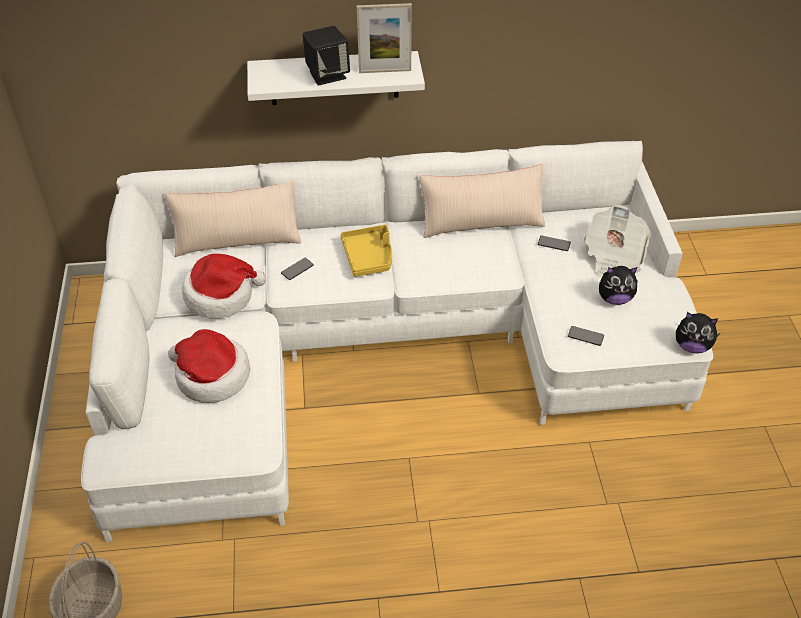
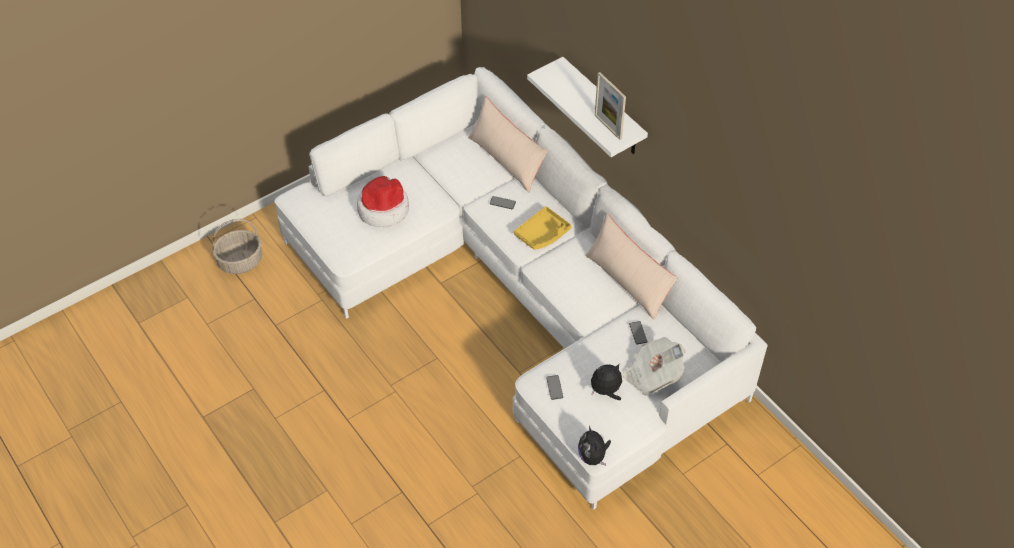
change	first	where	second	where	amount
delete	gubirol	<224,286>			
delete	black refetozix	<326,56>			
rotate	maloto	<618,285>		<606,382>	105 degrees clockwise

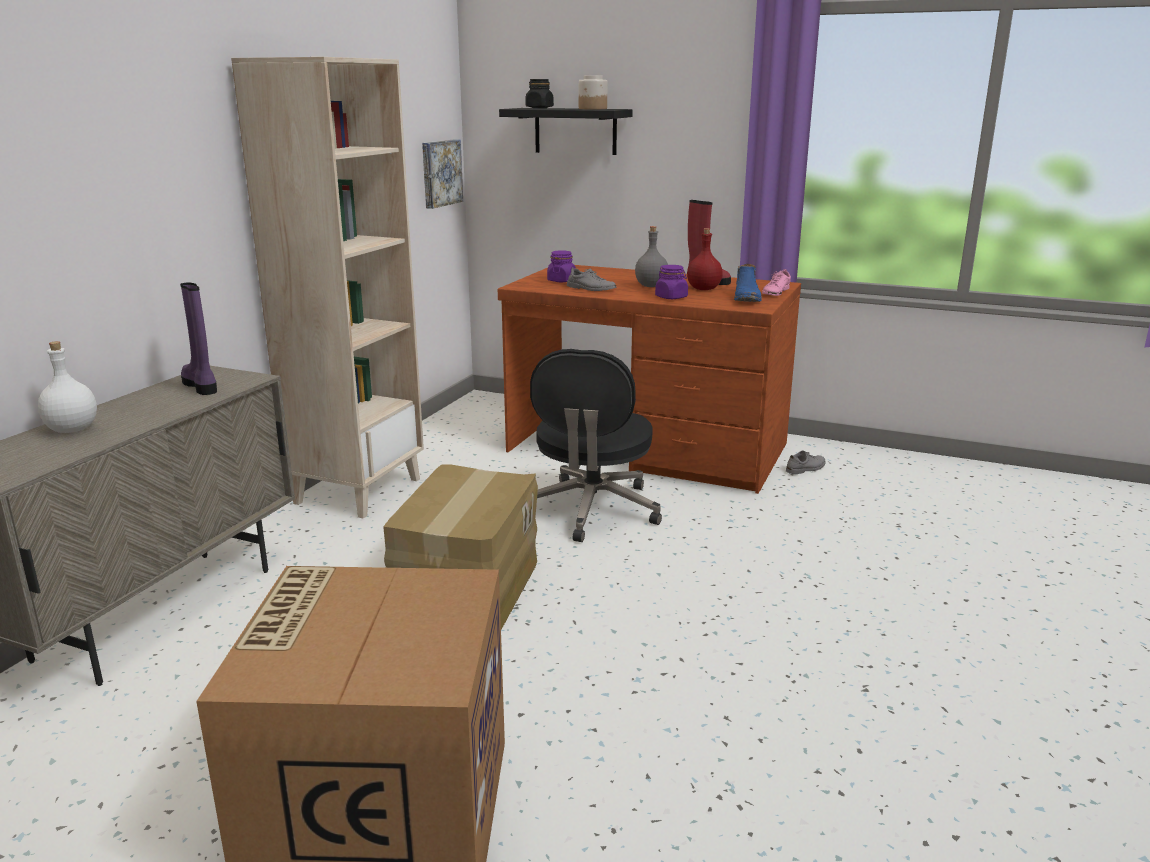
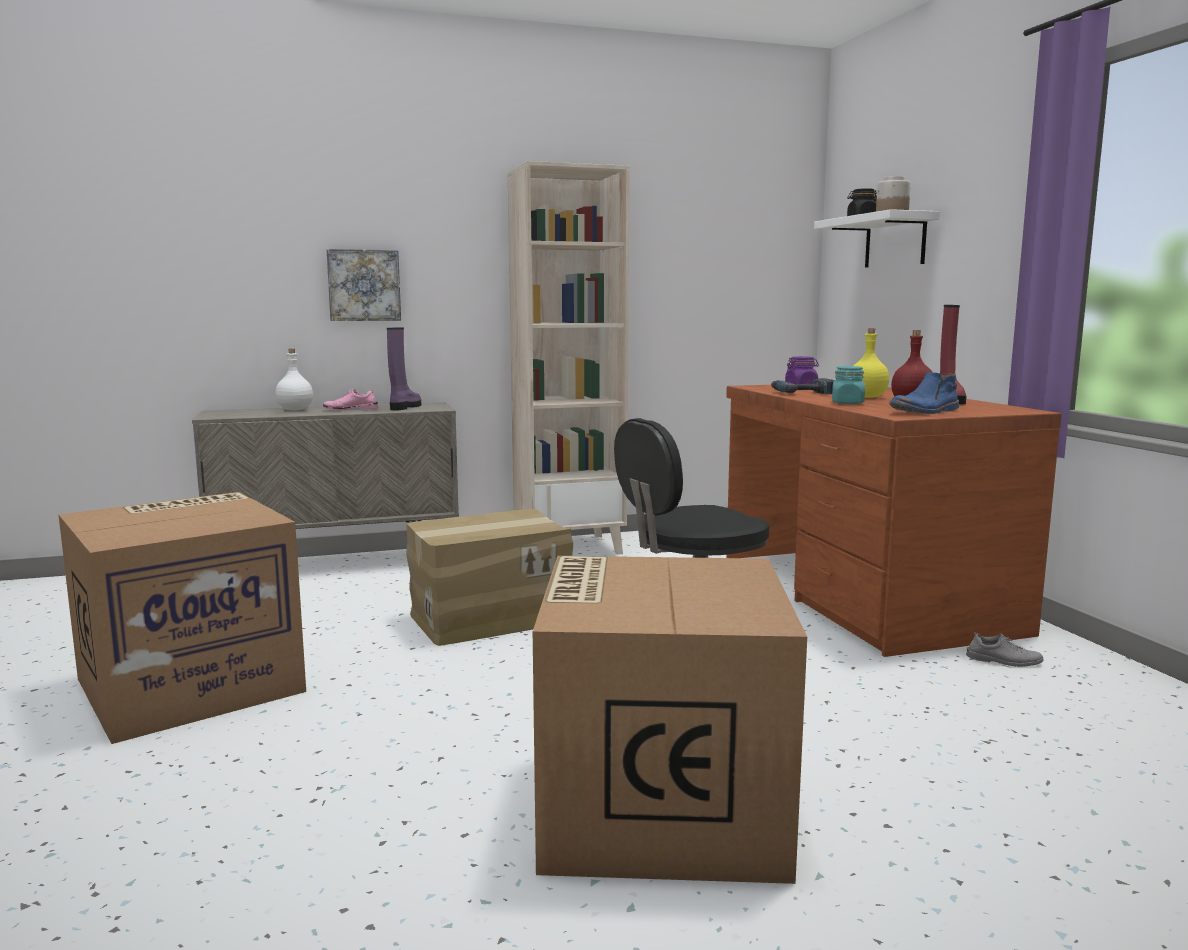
change	first	where	second	where	amount
insert			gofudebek	<670,720>	
move	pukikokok	<442,174>		<364,285>	
move	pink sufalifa	<776,282>		<350,399>	
replace	grey sufalifa	<591,279>	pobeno	<803,386>	
recolor	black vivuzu	<566,131>	white vivuzu	<877,238>	
recolor	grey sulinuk	<651,256>	yellow sulinuk	<871,363>	
recolor	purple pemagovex	<671,282>	turquoise pemagovex	<848,385>	

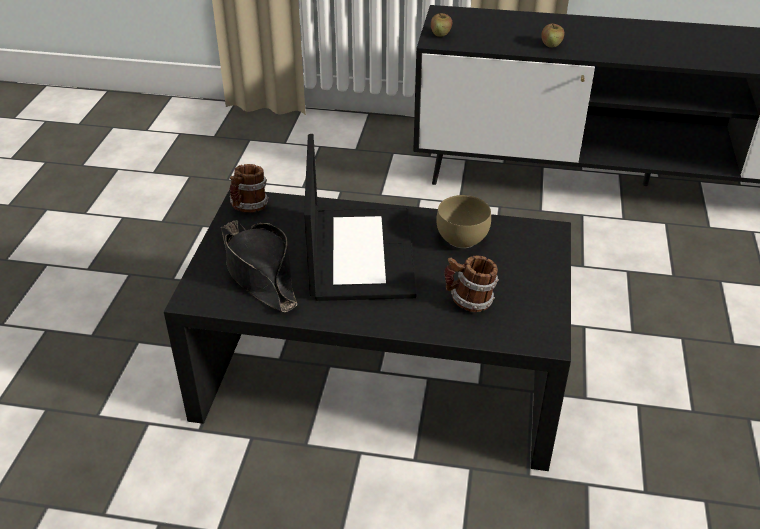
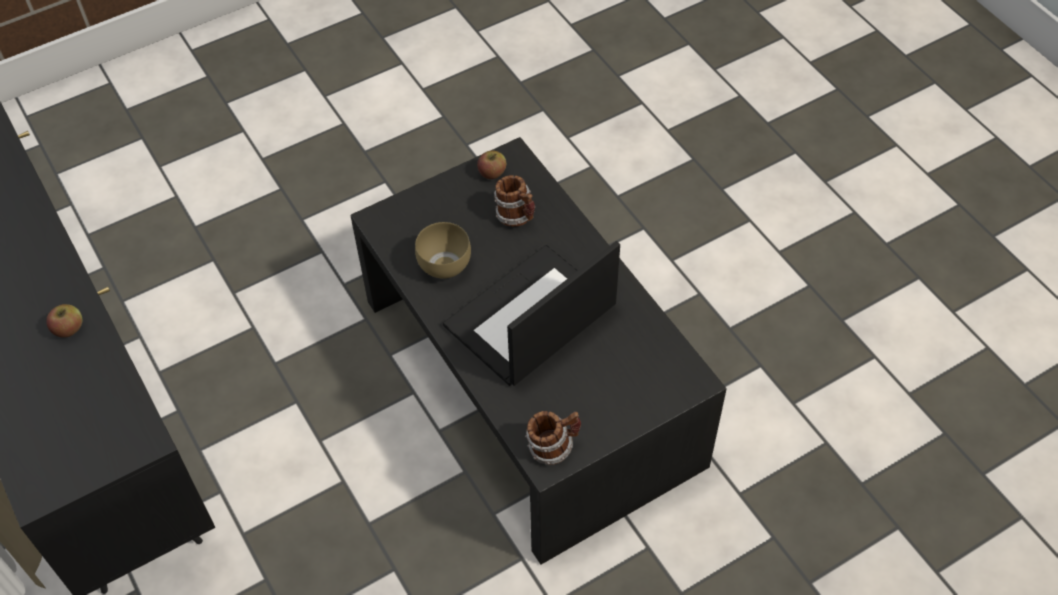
change	first	where	second	where	amount
delete	black gubirol	<259,266>			
move	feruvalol	<441,25>		<491,164>	

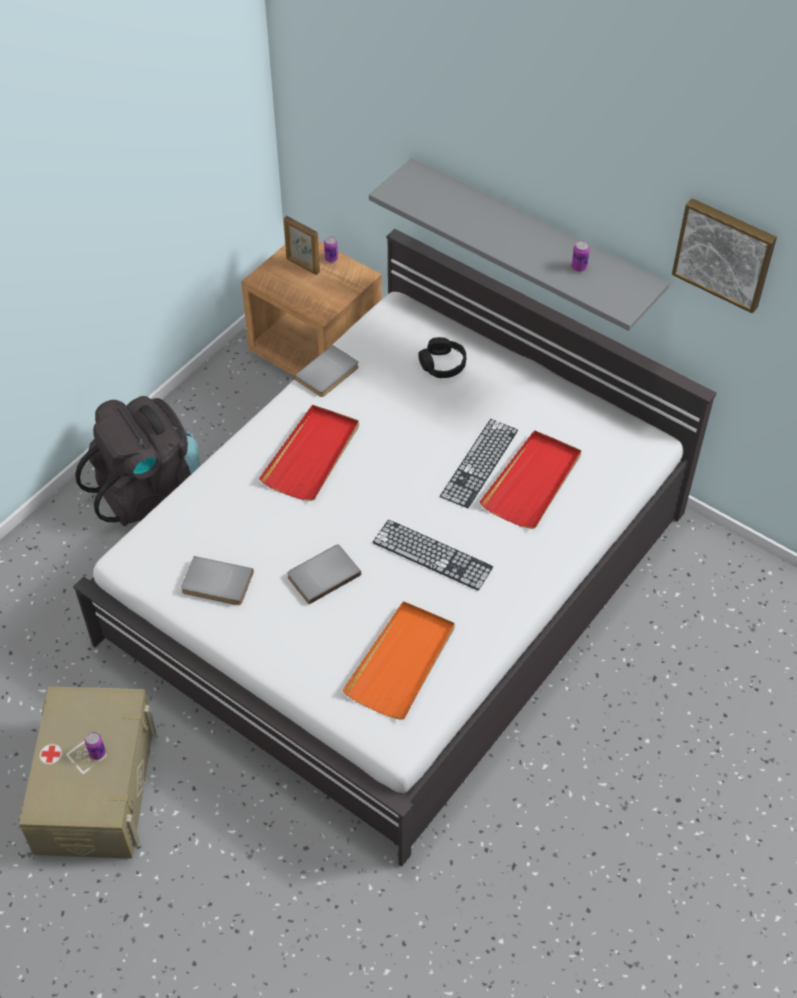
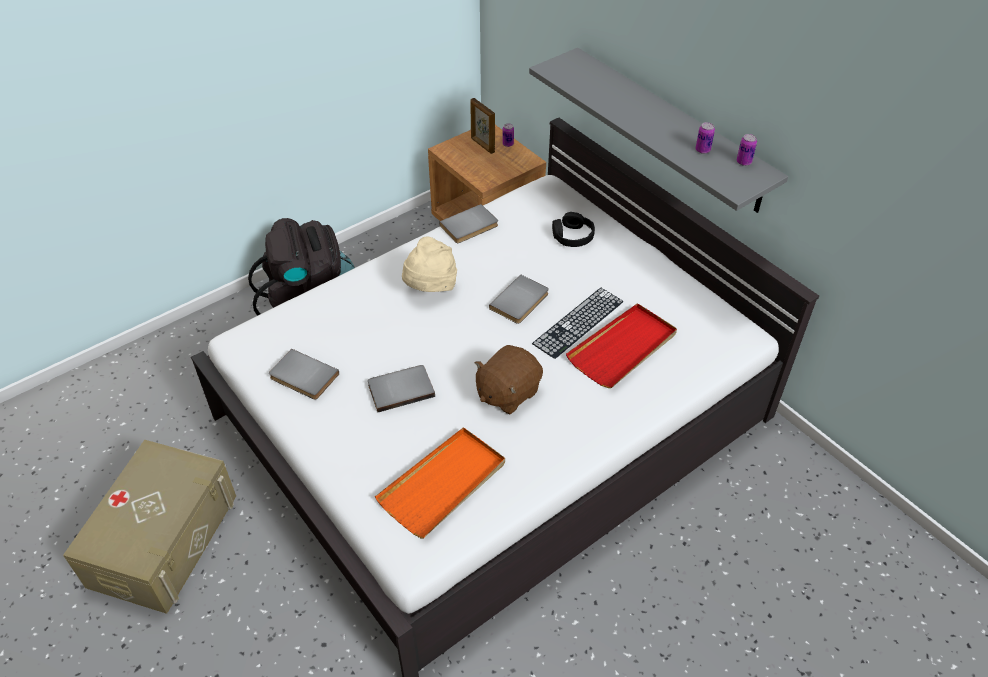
change	first	where	second	where	amount
delete	pukikokok	<724,255>			
insert			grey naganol	<519,299>	
move	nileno	<95,746>		<747,150>	
replace	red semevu	<309,453>	beige gubirol	<429,264>	
replace	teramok	<432,555>	brown maloto	<509,380>	

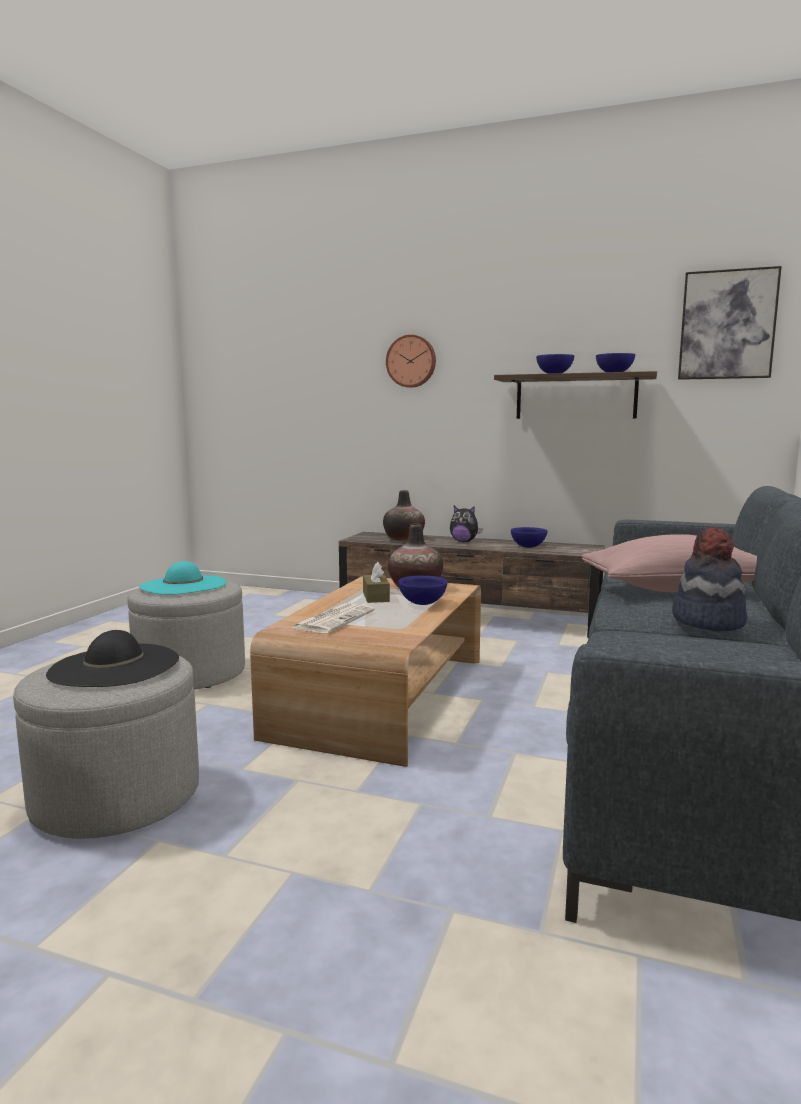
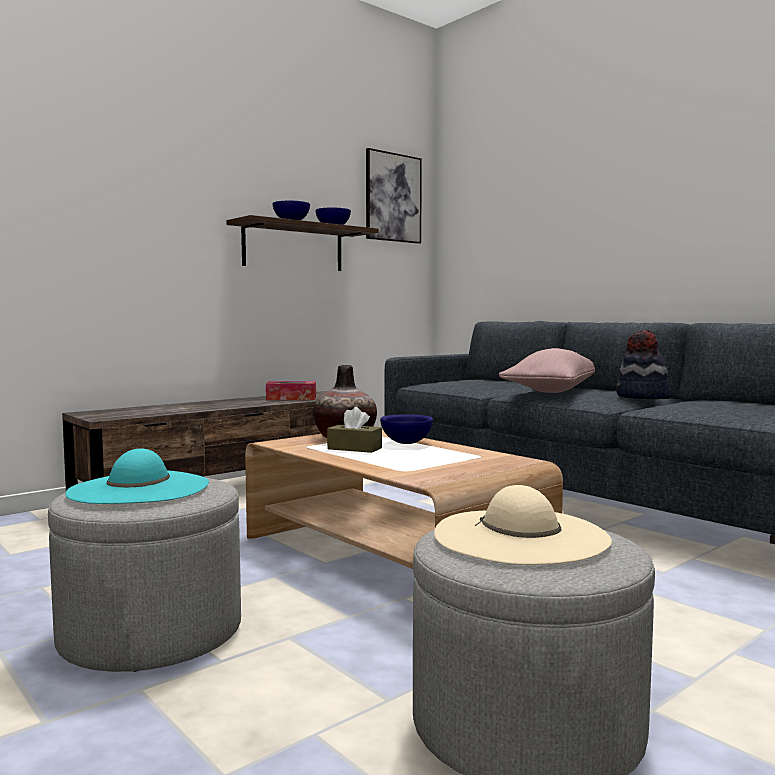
change	first	where	second	where	amount
delete	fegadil	<333,618>			
delete	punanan	<404,515>			
delete	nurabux	<411,361>			
delete	maloto	<466,524>			
replace	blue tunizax	<529,537>	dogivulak	<291,390>	
recolor	black gubirol	<112,658>	beige gubirol	<523,525>	

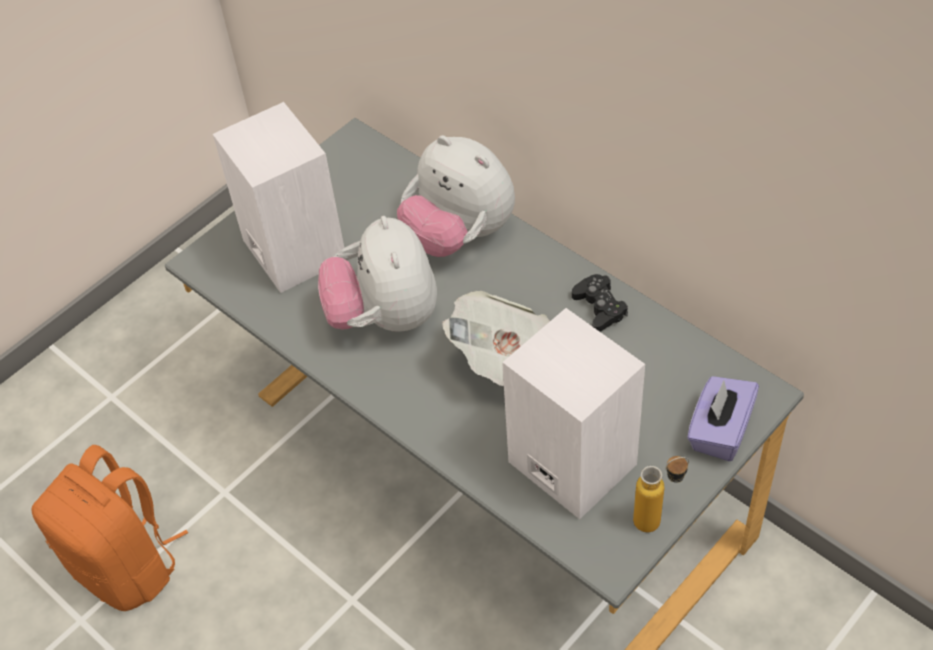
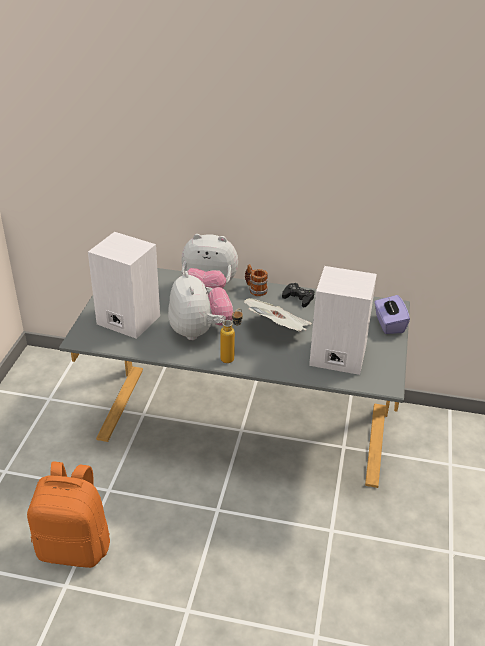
change	first	where	second	where	amount
insert			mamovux	<256,280>	
move	sulinuk	<661,494>		<231,336>	
rotate	maloto	<377,274>		<200,305>	150 degrees counterclockwise

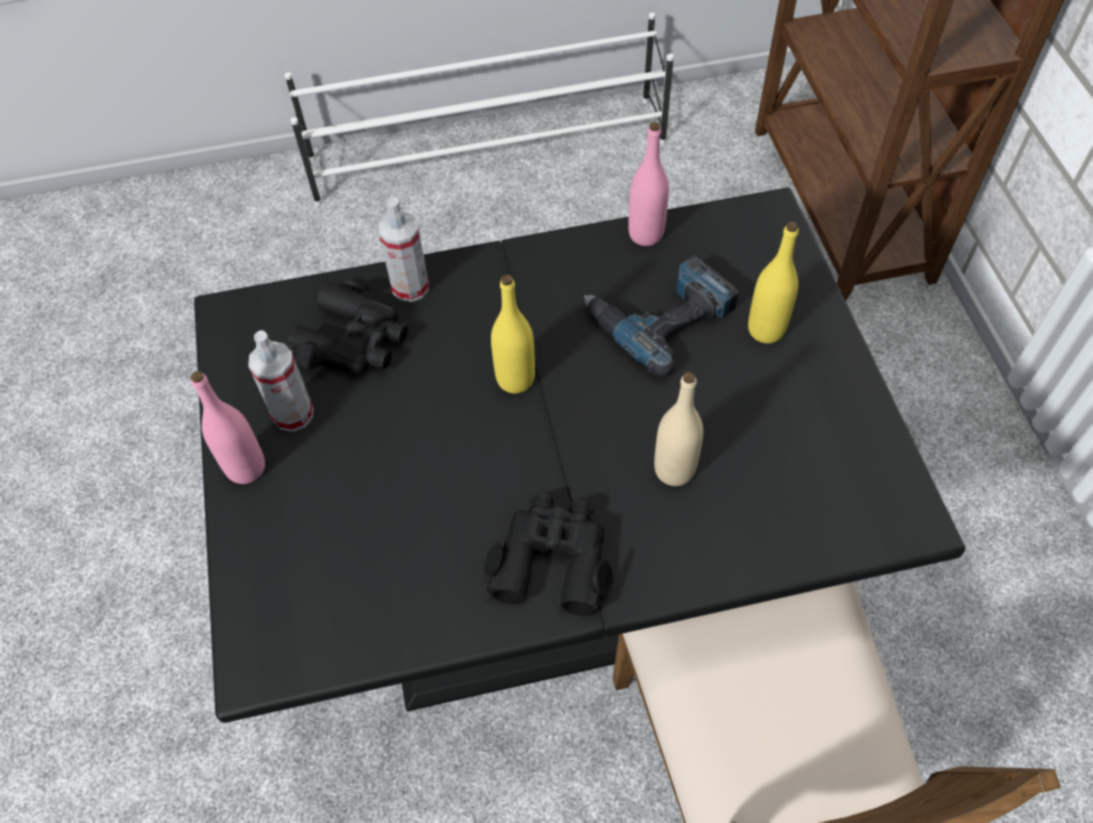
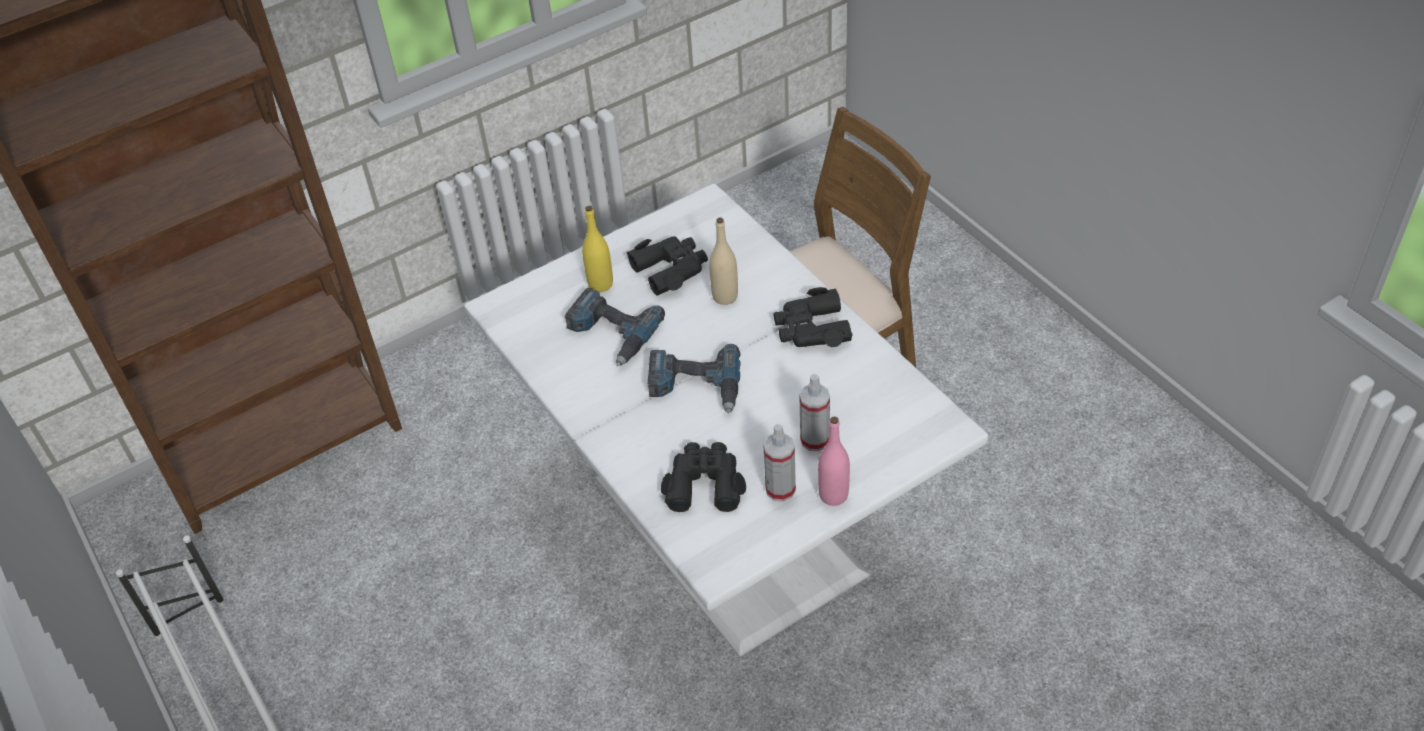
change	first	where	second	where	amount
delete	pink sulinuk	<648,184>			
insert			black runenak	<667,266>	
move	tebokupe	<403,249>		<814,412>	
replace	yellow sulinuk	<513,334>	pobeno	<694,378>	
recolor	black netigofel	<579,455>	white netigofel	<727,420>	

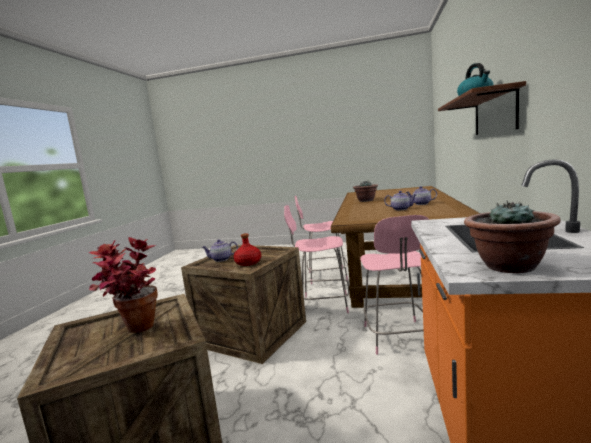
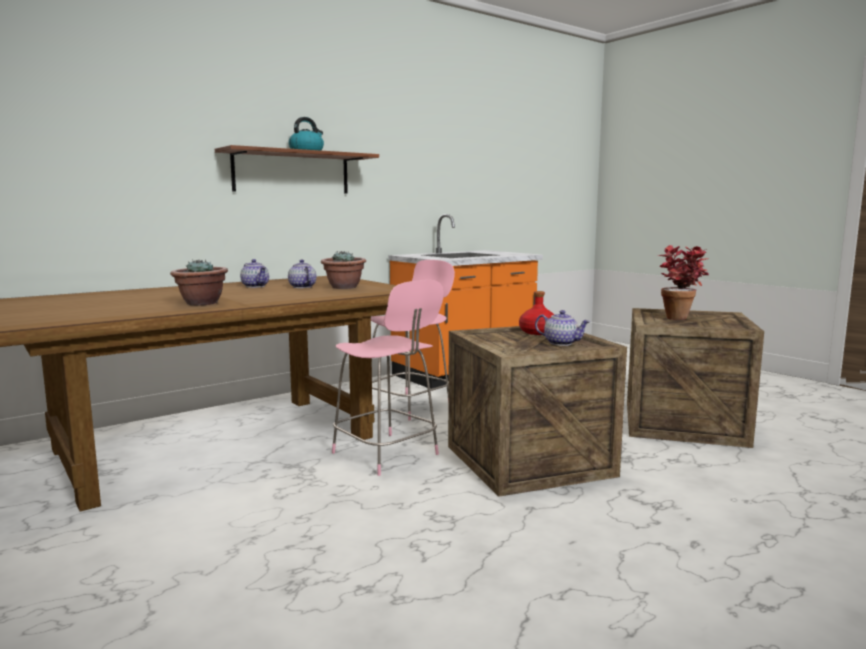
change	first	where	second	where	amount
delete	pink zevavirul	<321,240>			
move	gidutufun	<512,236>		<343,270>	

